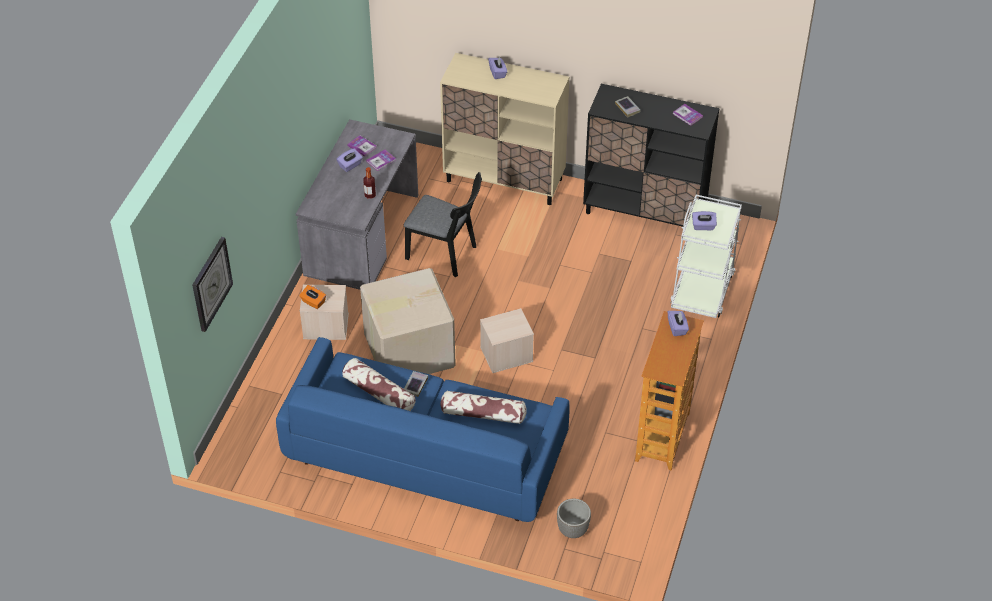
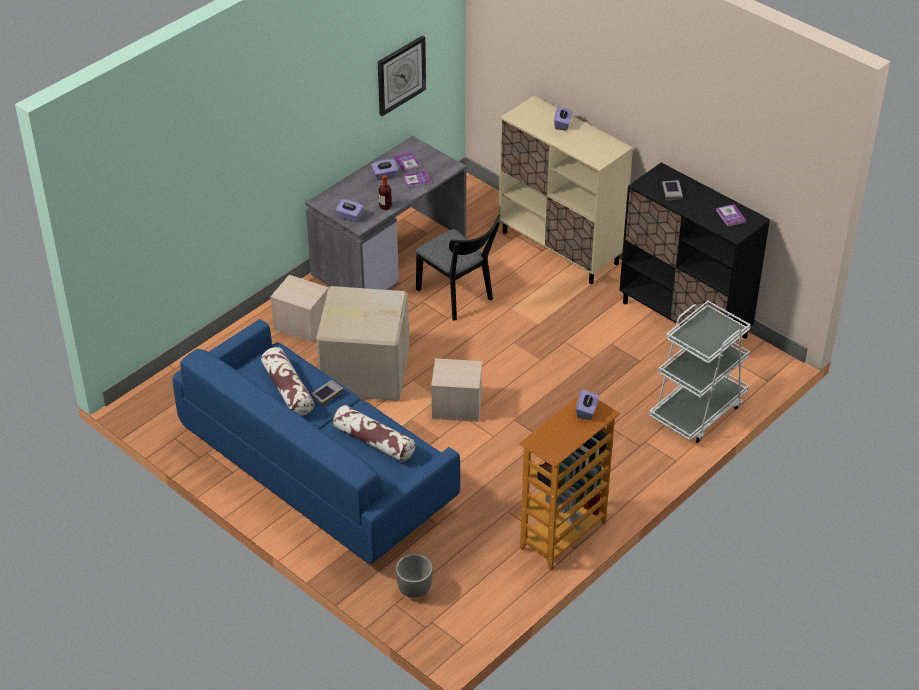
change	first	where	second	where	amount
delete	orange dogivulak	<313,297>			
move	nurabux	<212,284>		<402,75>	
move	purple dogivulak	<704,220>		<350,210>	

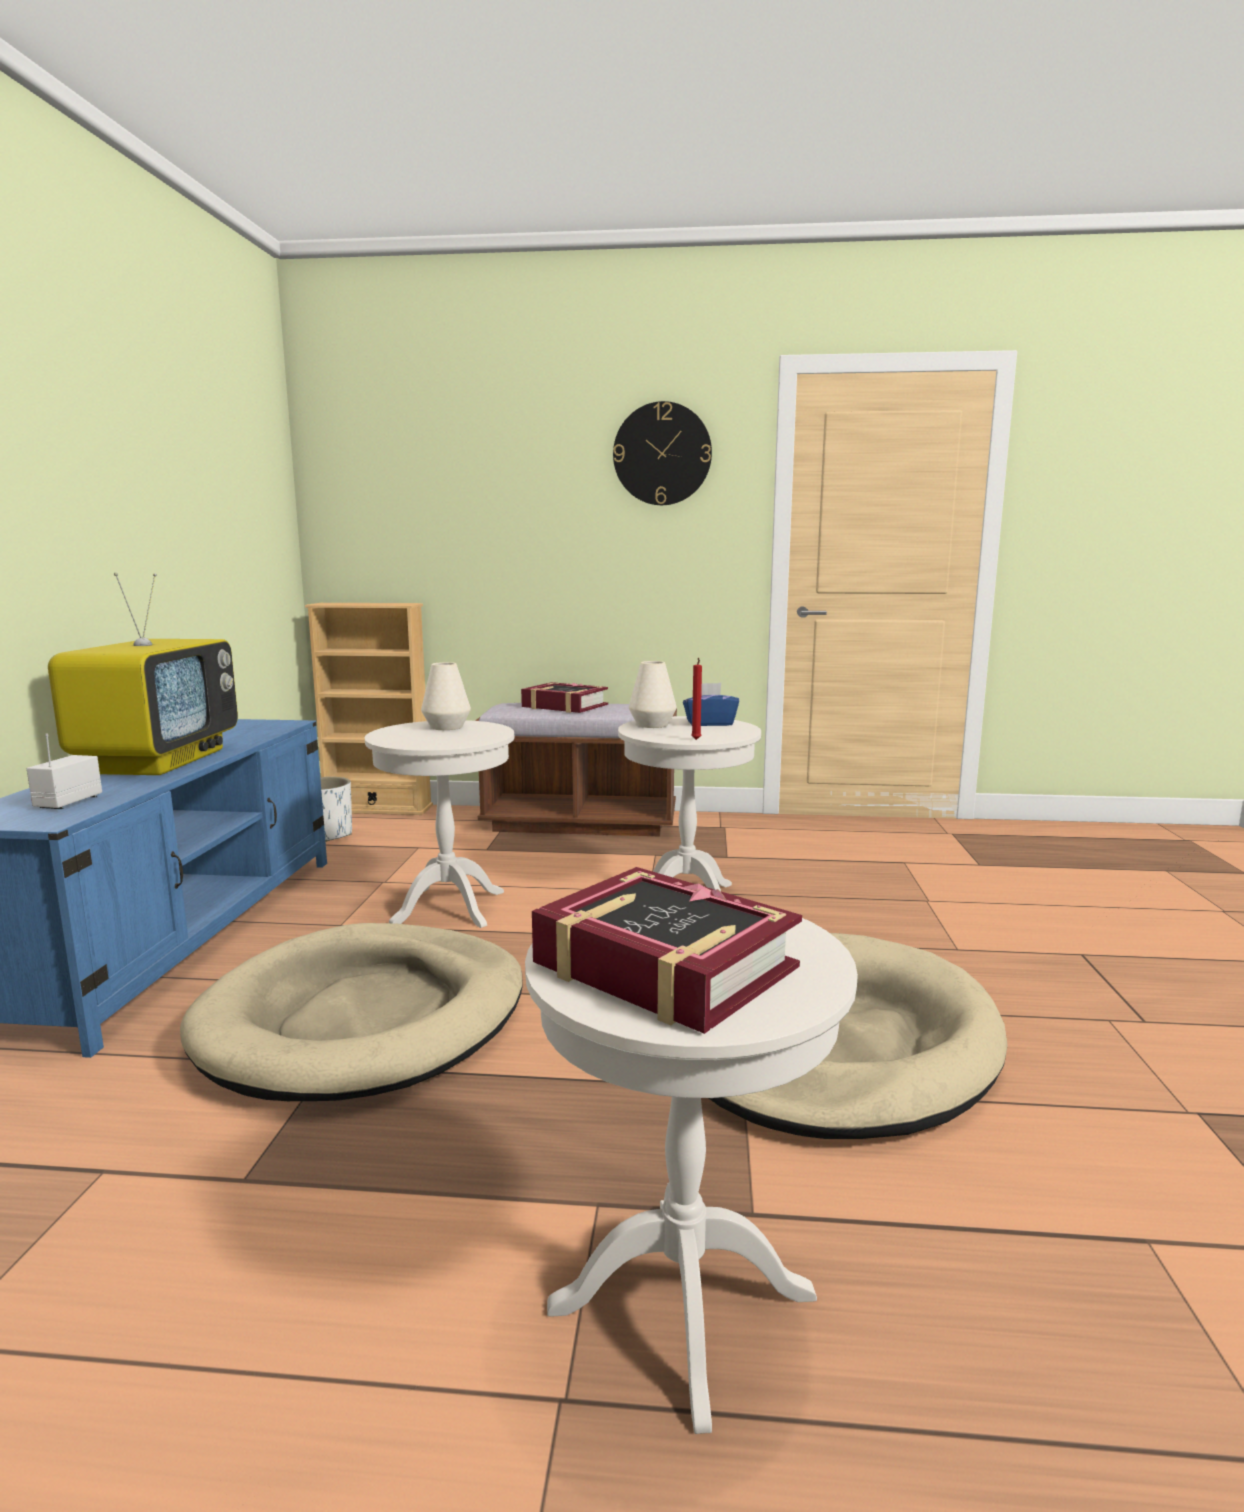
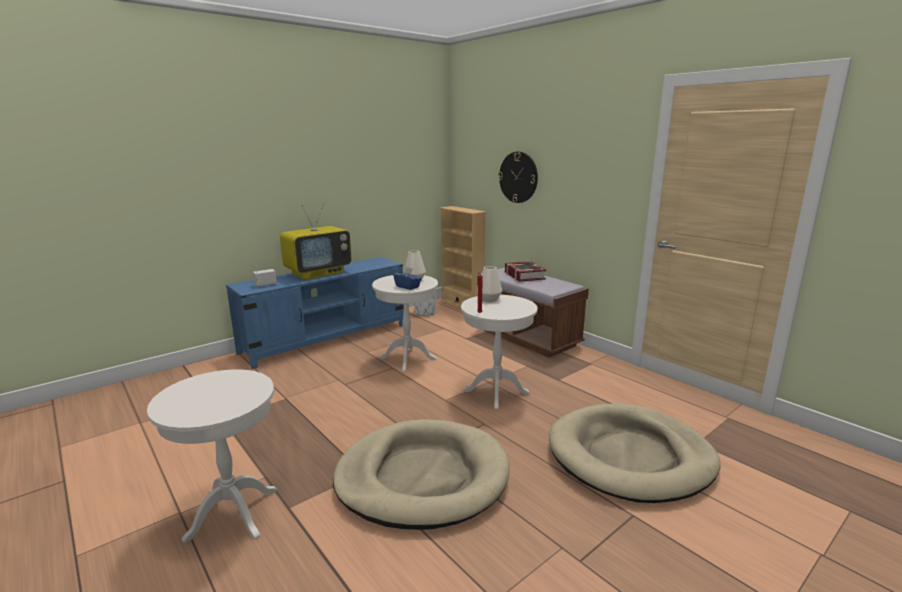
change	first	where	second	where	amount
delete	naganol	<667,950>			
move	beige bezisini	<351,1012>		<635,453>	
move	nurabux	<662,453>		<518,177>	
move	blue dogivulak	<711,704>		<407,278>	

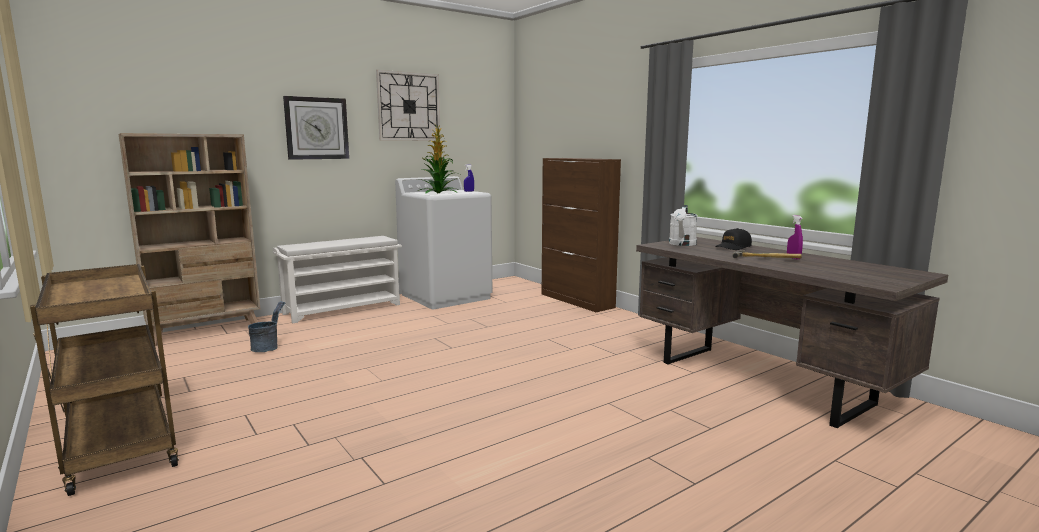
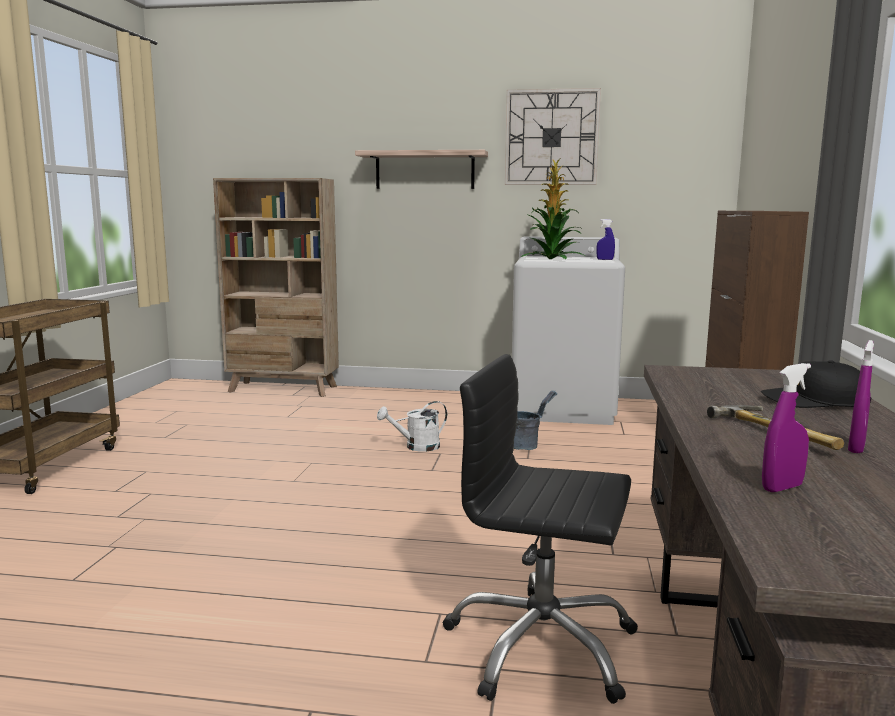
change	first	where	second	where	amount
delete	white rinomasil	<337,279>			
insert			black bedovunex	<540,529>	
insert			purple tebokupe	<786,427>	
move	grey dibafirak	<266,326>		<535,420>	
move	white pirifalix	<683,225>		<412,426>	
replace	nurabux	<316,128>	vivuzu	<421,169>	

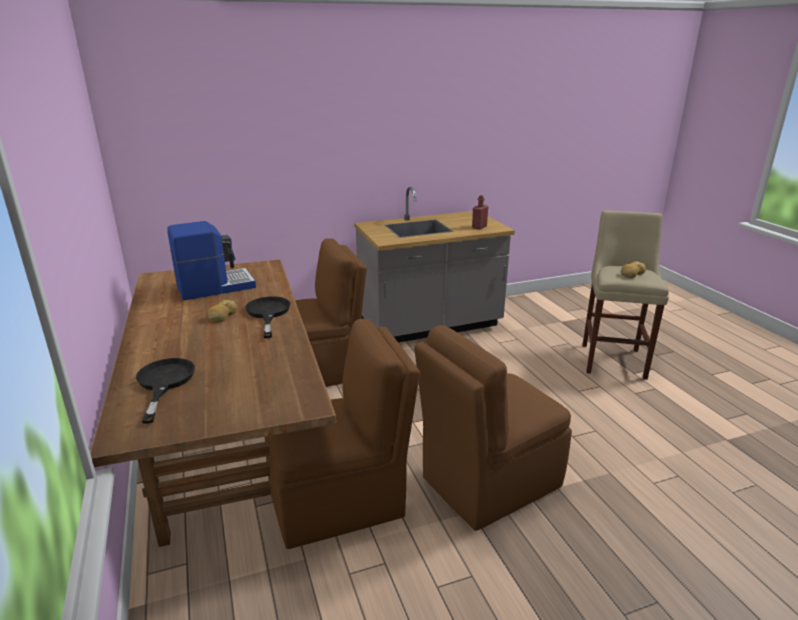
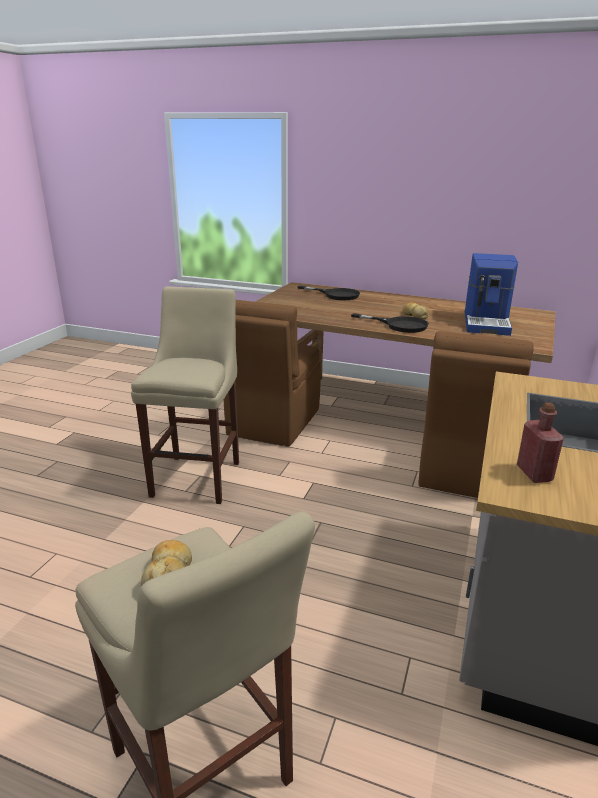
change	first	where	second	where	amount
replace	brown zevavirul	<493,428>	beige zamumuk	<185,395>	

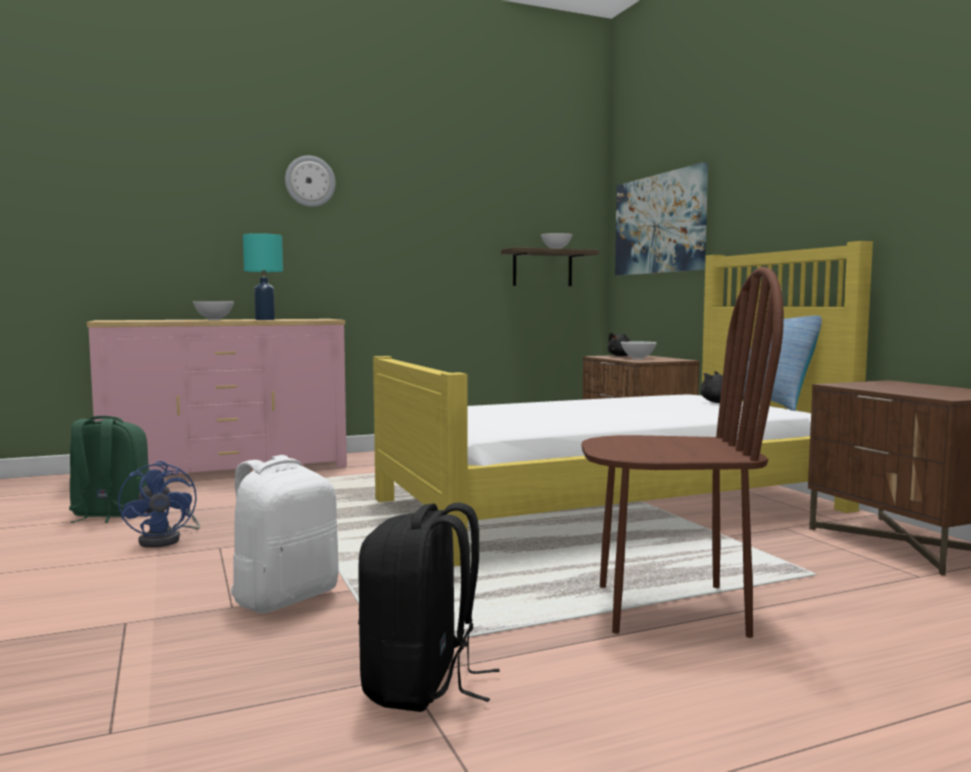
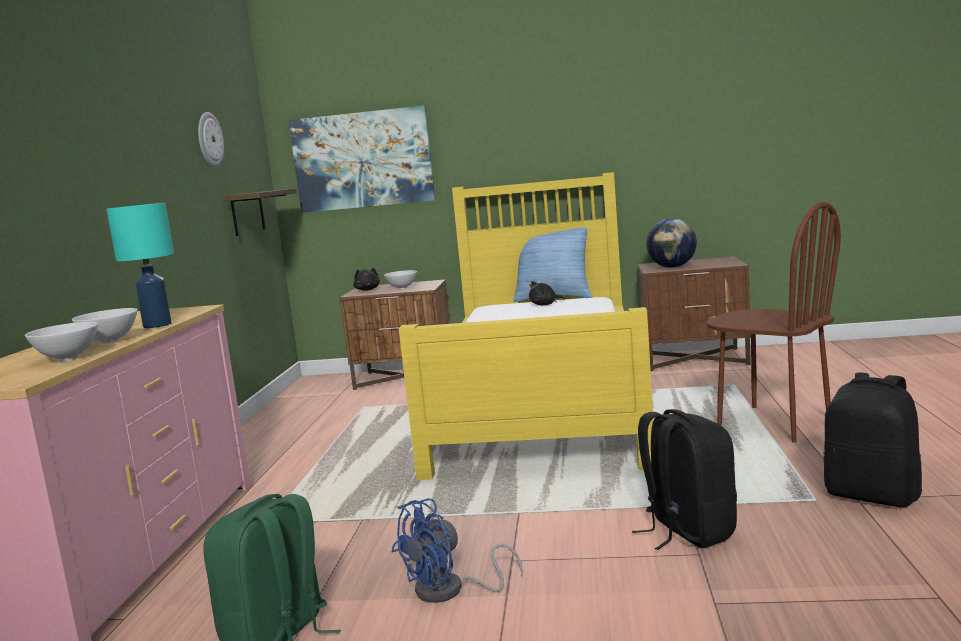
change	first	where	second	where	amount
insert			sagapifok	<671,243>	
move	nurabux	<310,181>		<211,139>	
move	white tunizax	<556,241>		<61,341>	
recolor	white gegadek	<285,534>	black gegadek	<684,479>	
rotate	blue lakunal	<159,504>		<457,550>	135 degrees clockwise
rotate	brown zevavirul	<682,452>		<774,322>	105 degrees clockwise

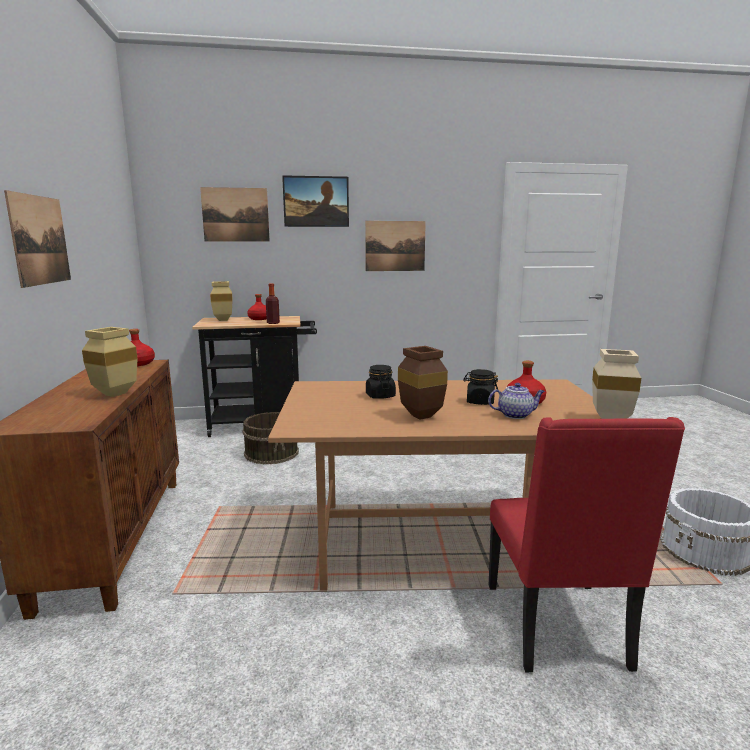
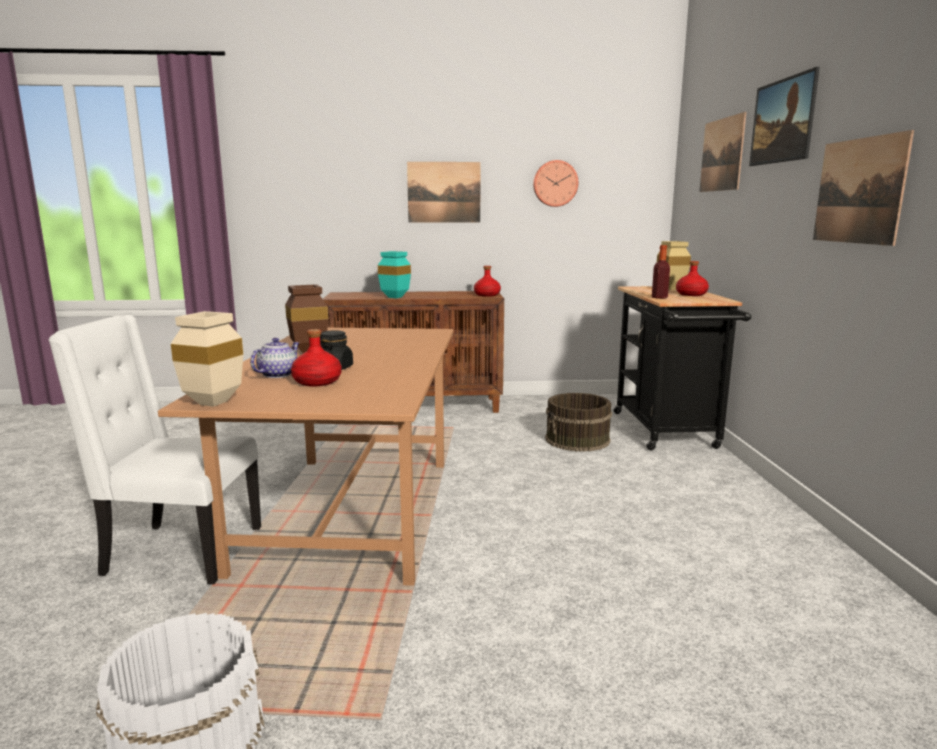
change	first	where	second	where	amount
delete	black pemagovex	<381,382>			
insert			nurabux	<555,183>	
recolor	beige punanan	<110,362>	turquoise punanan	<394,274>	
recolor	red zevavirul	<587,545>	white zevavirul	<155,450>	
rotate	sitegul	<516,401>		<274,358>	150 degrees counterclockwise

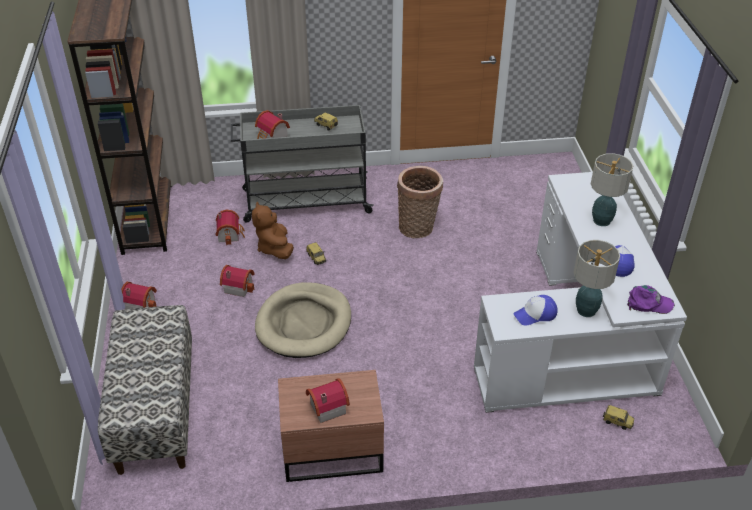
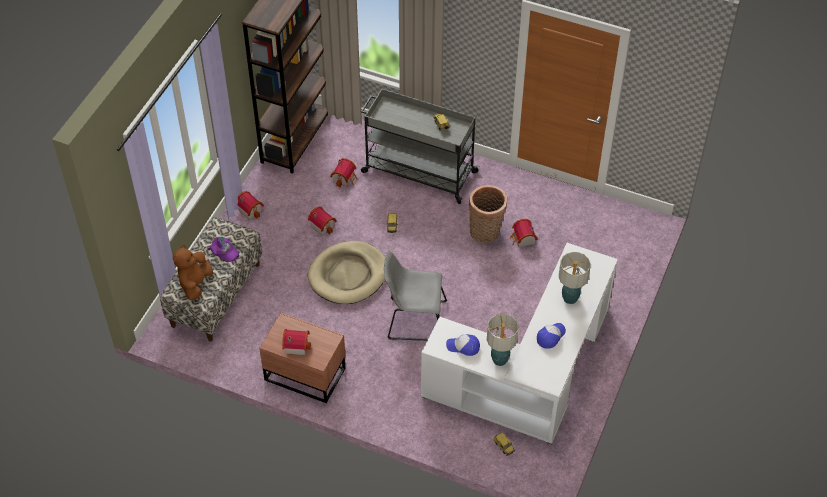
change	first	where	second	where	amount
insert			grey zevavirul	<415,295>	
move	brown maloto	<273,230>		<193,272>	
move	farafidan	<272,124>		<523,233>	
move	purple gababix	<651,299>		<223,249>	

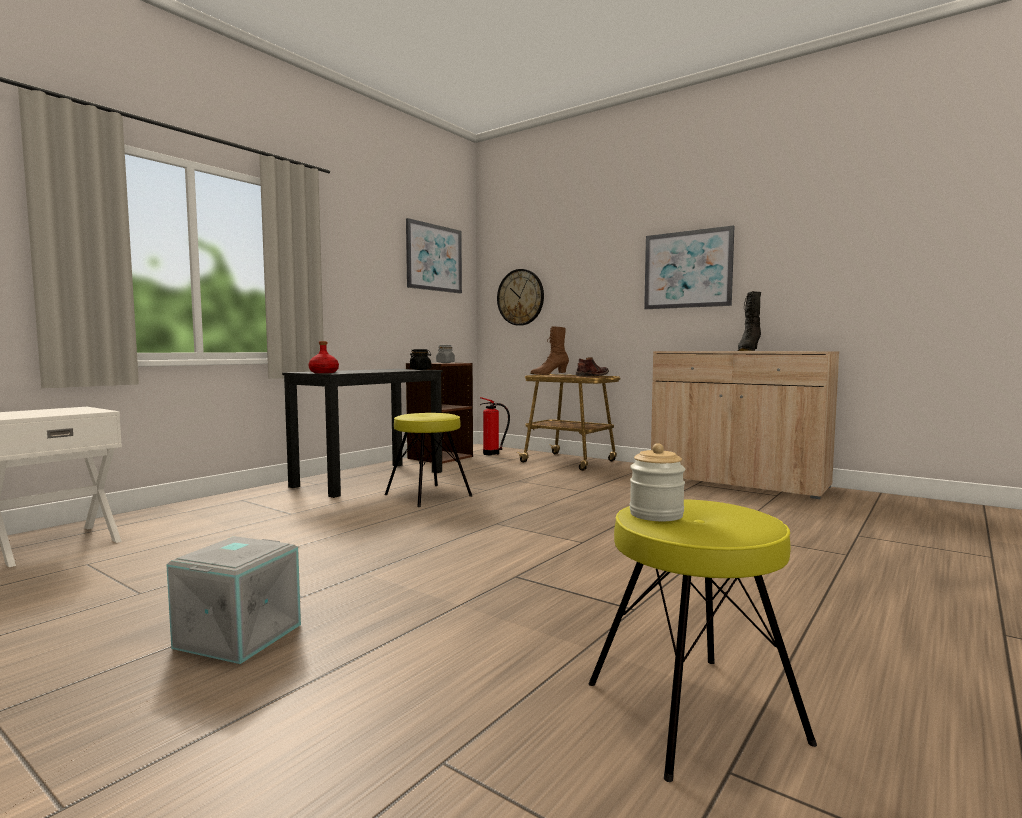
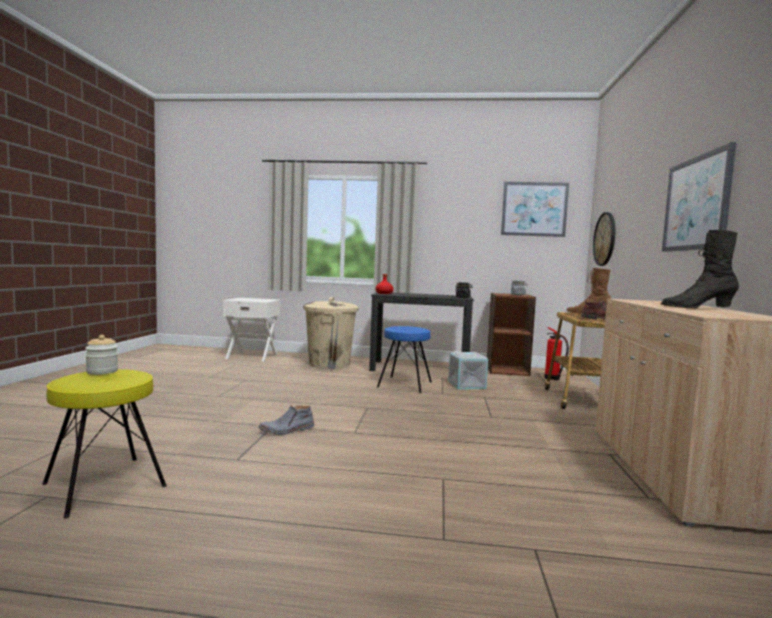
change	first	where	second	where	amount
insert			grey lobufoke	<286,420>	
insert			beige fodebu	<331,333>	
move	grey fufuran	<233,600>		<468,370>	
recolor	yellow zamumuk	<428,460>	blue zamumuk	<404,359>	

